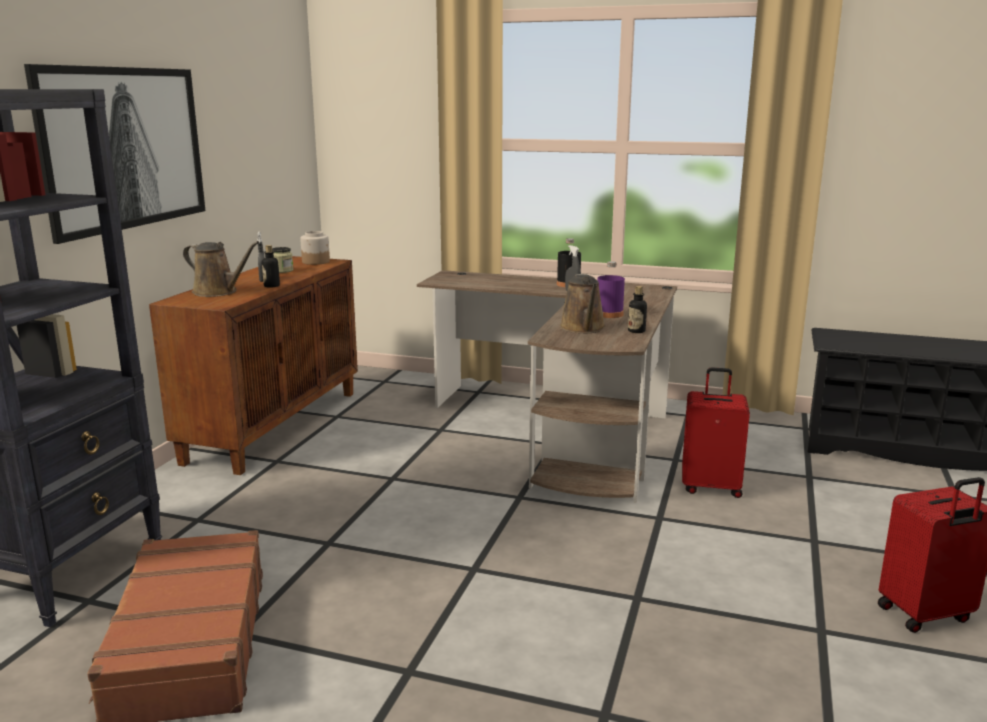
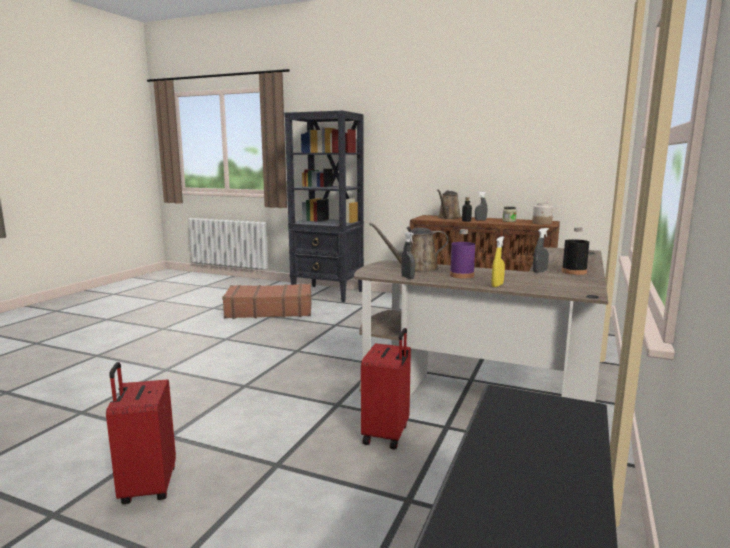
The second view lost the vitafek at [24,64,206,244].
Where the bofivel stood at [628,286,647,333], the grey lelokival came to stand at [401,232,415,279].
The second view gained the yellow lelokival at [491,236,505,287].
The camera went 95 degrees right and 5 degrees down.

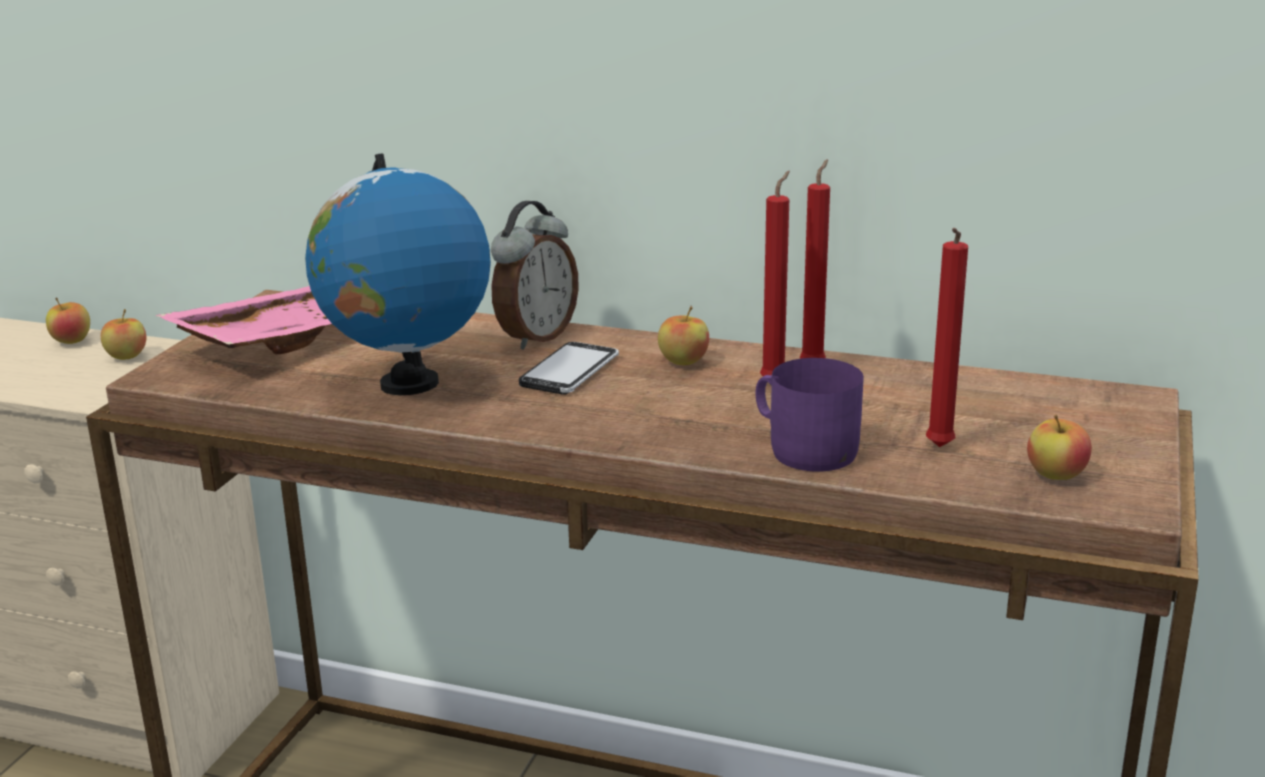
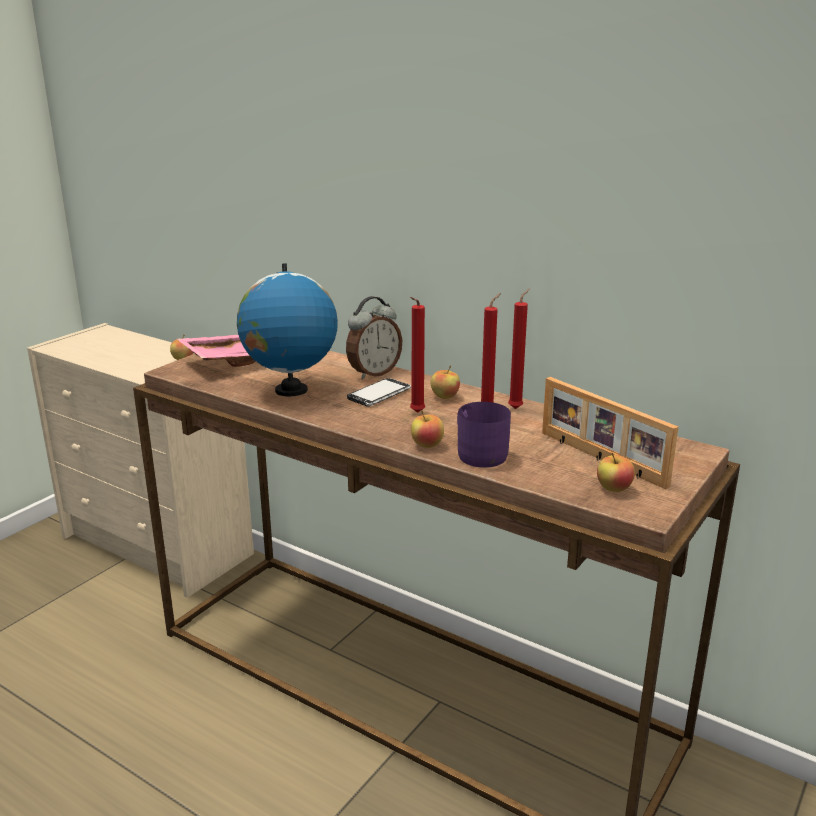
The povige ended up elsewhere, having gone from [46,297,90,344] to [411,411,444,448].
The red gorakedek ended up elsewhere, having gone from [926,228,968,447] to [410,297,425,413].
The second view gained the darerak at [542,377,678,489].
The camera went 15 degrees right and 0 degrees up.

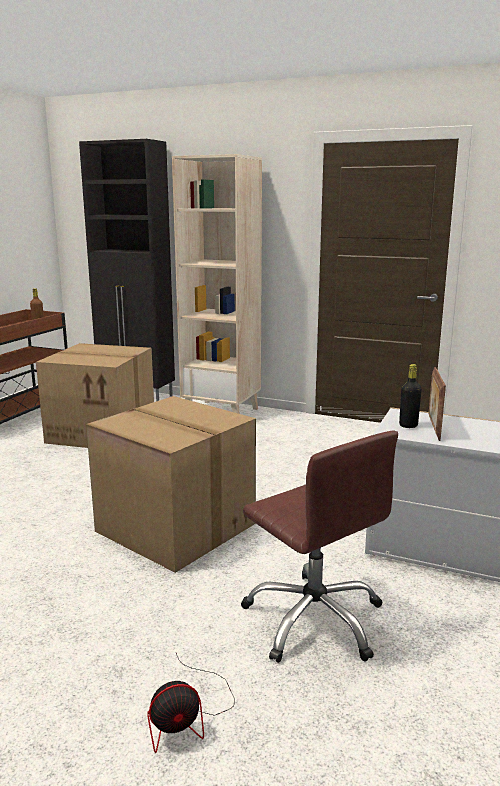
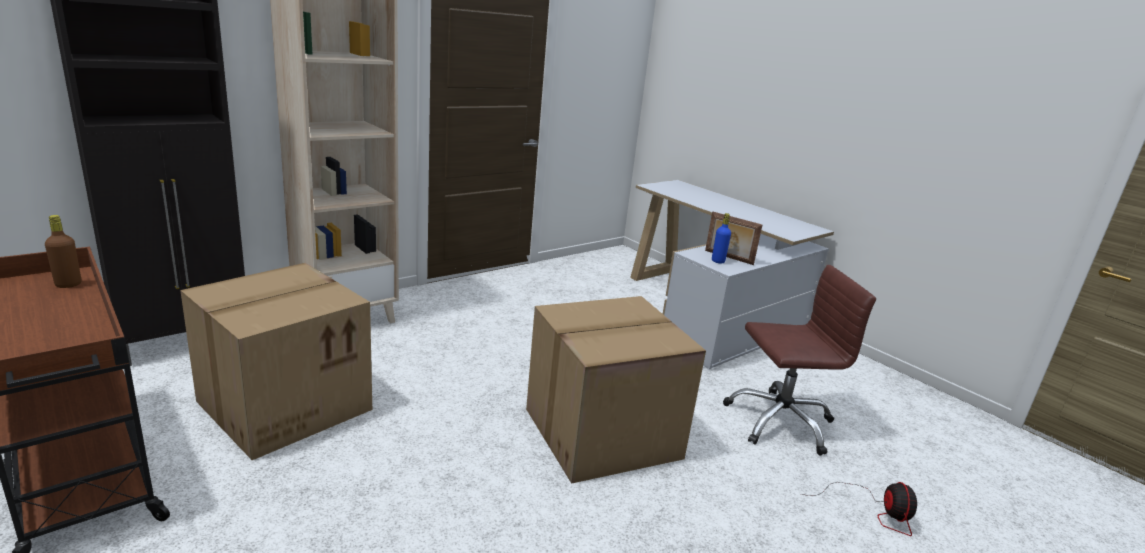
What was the black bofivel at [399,364,422,428] turned into the blue bofivel at [712,213,731,264].
The camera went 65 degrees left and 5 degrees up.

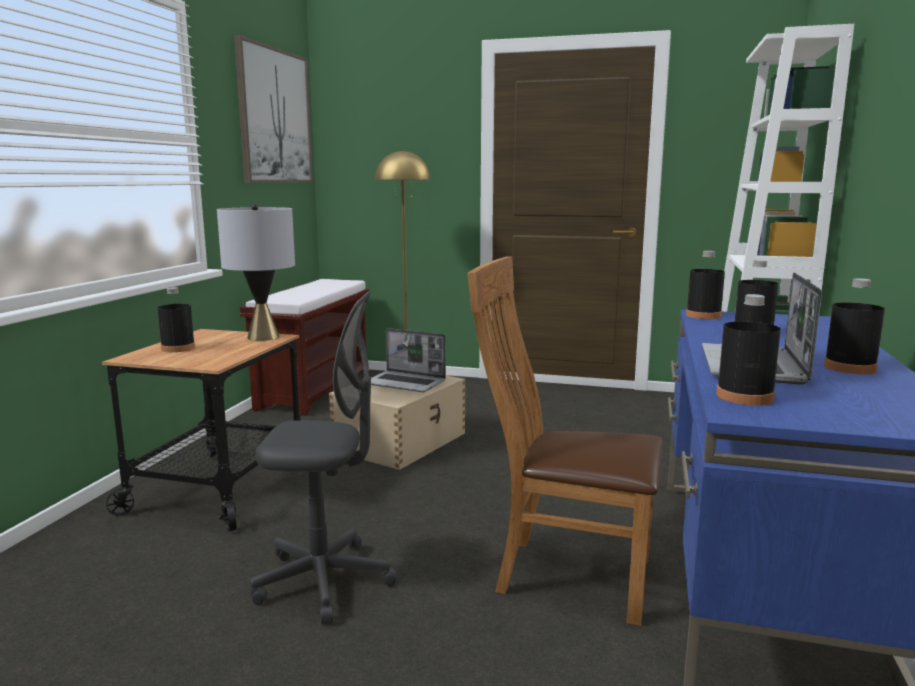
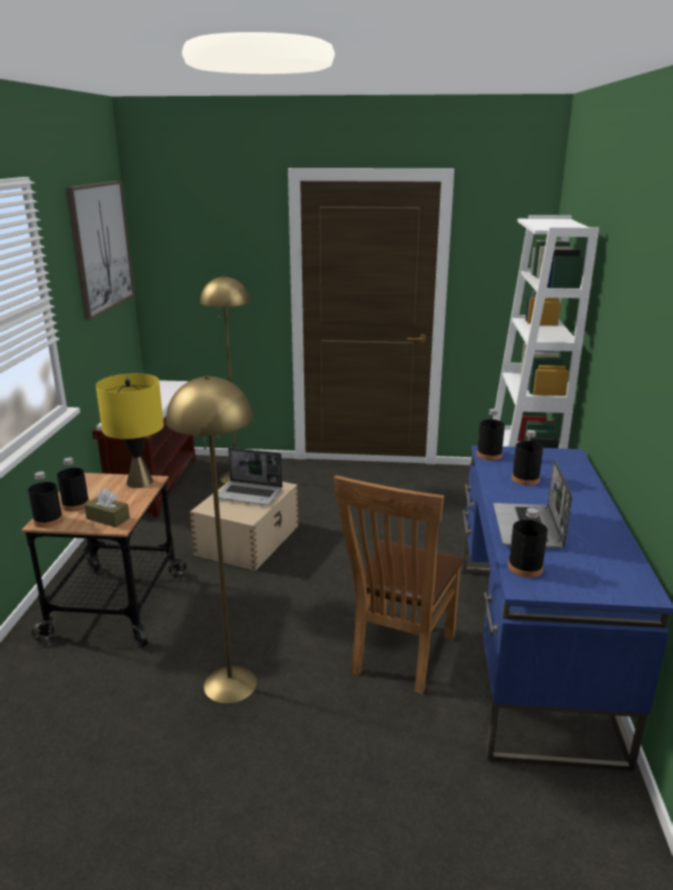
What was the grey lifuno at [217,204,295,341] turned into the yellow lifuno at [96,373,164,488].
Where the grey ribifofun stood at [250,291,397,624], the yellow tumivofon came to stand at [166,376,257,703].
The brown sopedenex at [467,256,663,626] ended up facing another way, 75 degrees counterclockwise from before.
The black bofivel ended up elsewhere, having gone from [824,278,885,374] to [28,471,63,528].
The second view gained the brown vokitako at [84,489,130,527].
The camera went 10 degrees left and 10 degrees up.

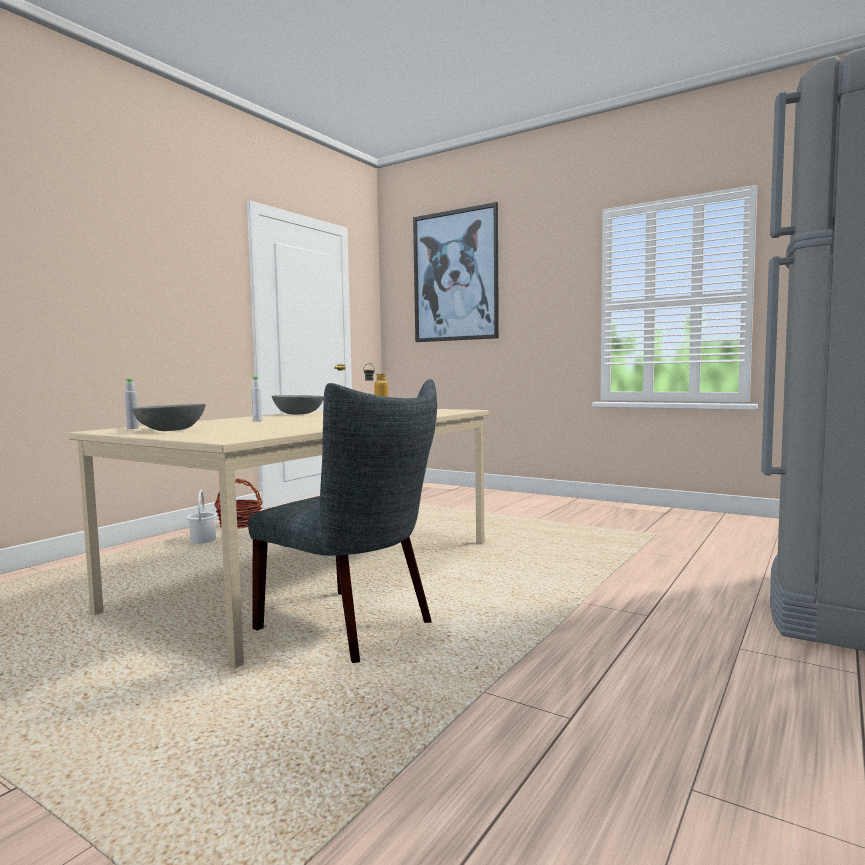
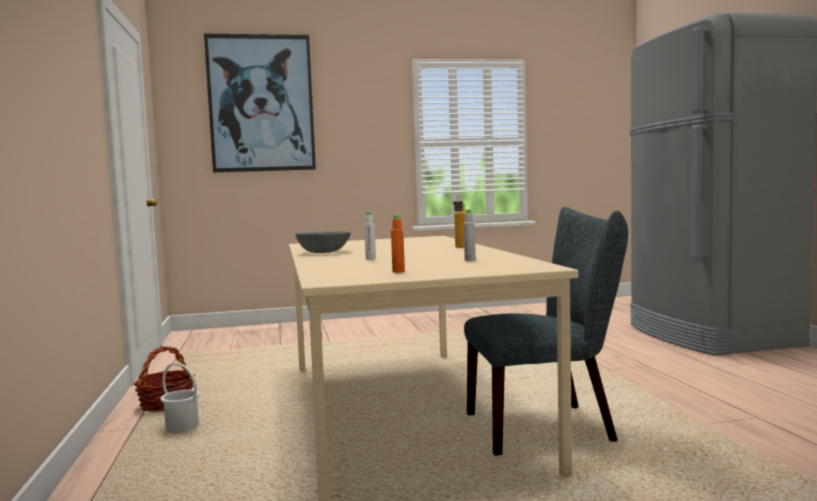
The grey bofivel ended up elsewhere, having gone from [125,379,139,429] to [464,209,476,261].
Where the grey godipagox stood at [132,404,206,431], the orange bofivel came to stand at [391,215,405,273].
The camera went 45 degrees left and 0 degrees up.

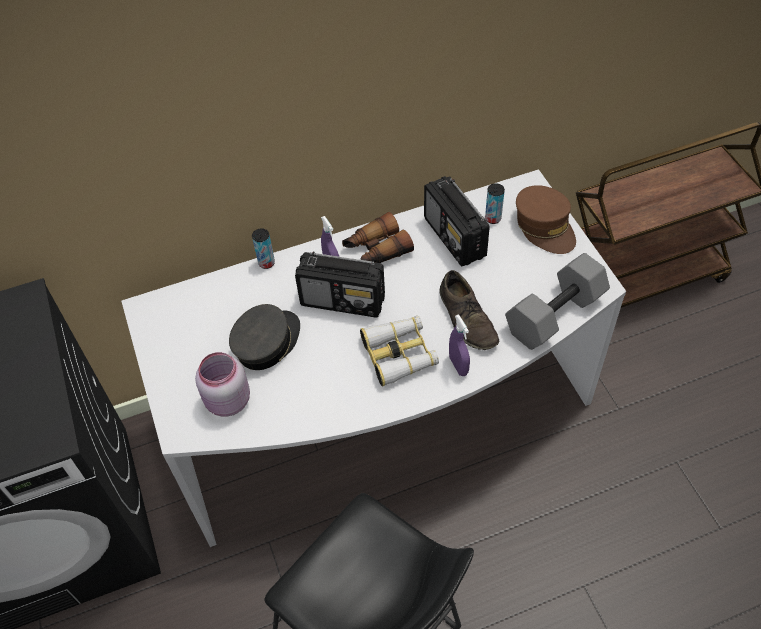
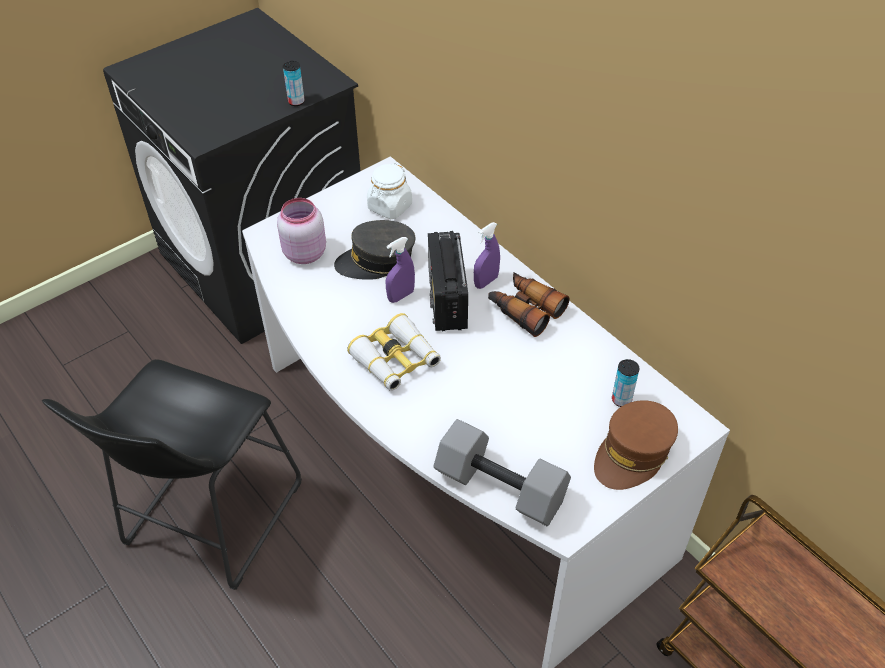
The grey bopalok at [229,304,300,370] ended up facing another way, 150 degrees clockwise from before.
The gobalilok ended up elsewhere, having gone from [252,228,275,269] to [283,61,305,106].
The second view lost the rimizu at [424,176,490,267].
The second view lost the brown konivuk at [439,270,499,350].
The purple lelokival ended up elsewhere, having gone from [449,314,470,376] to [386,237,415,303].
The second view gained the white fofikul at [367,163,412,219].
The camera went 70 degrees right and 5 degrees down.

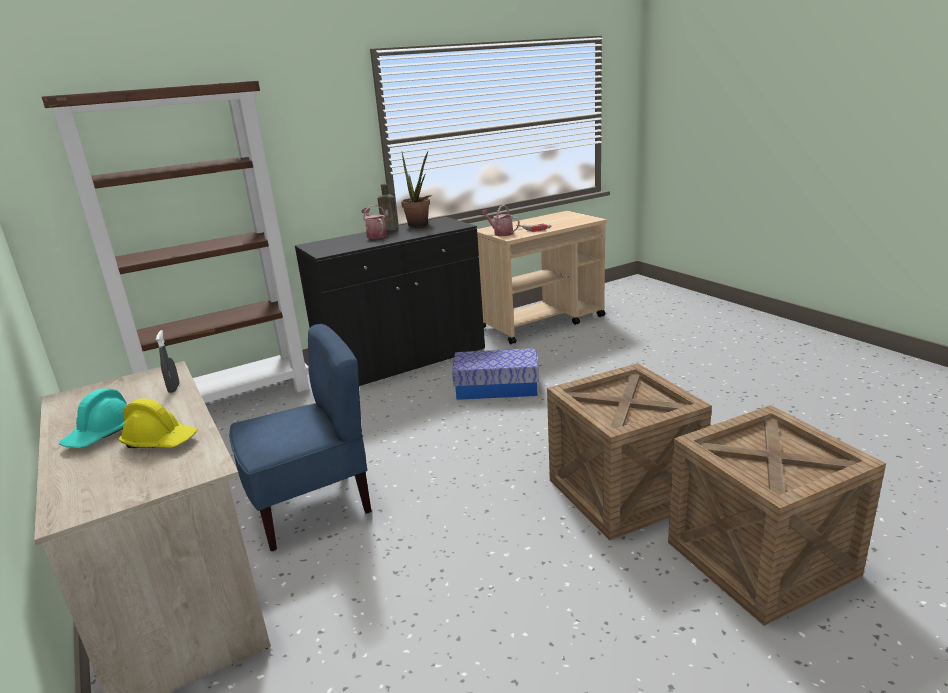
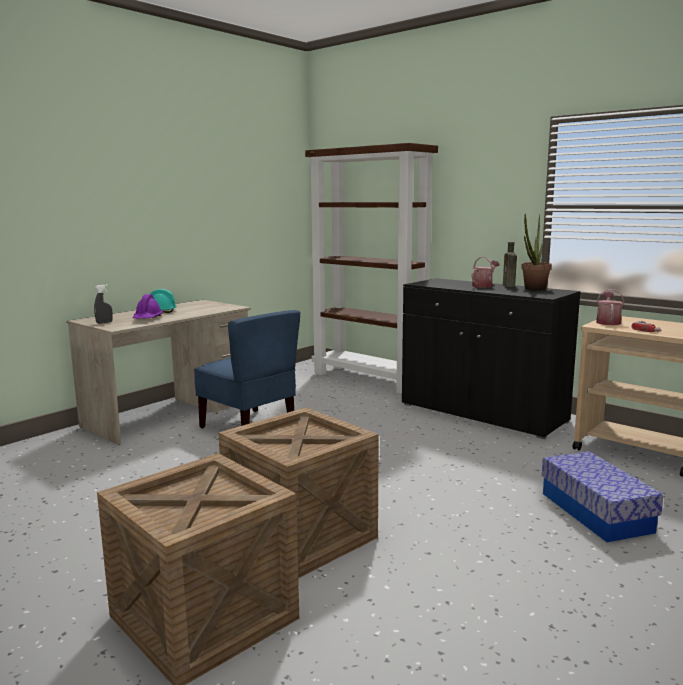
What was the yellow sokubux at [118,398,197,448] turned into the purple sokubux at [132,294,163,319].
The grey lelokival ended up elsewhere, having gone from [156,330,180,393] to [94,284,113,324].
The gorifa ended up elsewhere, having gone from [452,348,539,400] to [542,451,664,542].
The camera went 70 degrees right and 10 degrees down.

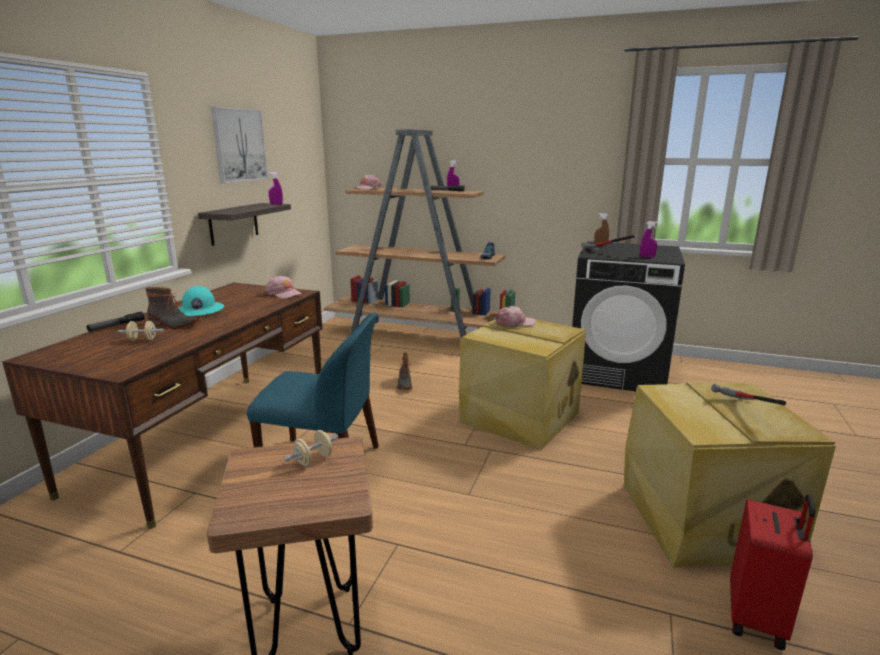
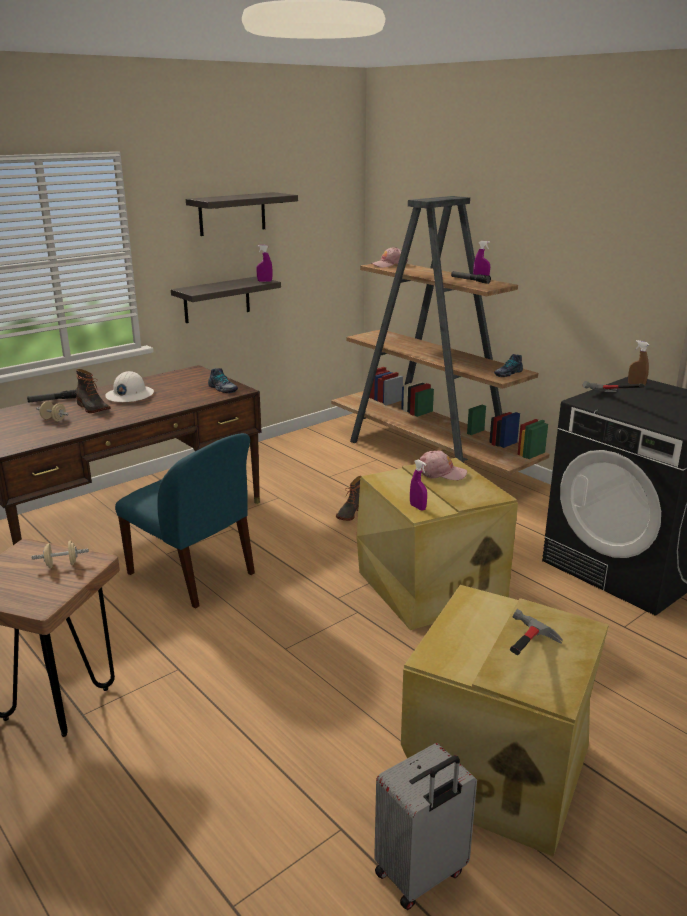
What was the turquoise sokubux at [178,286,224,316] turned into the white sokubux at [105,371,154,402].
Where the vitafek hung at [211,107,268,183], the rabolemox came to hang at [186,192,298,236].
Where the pink bopalok stood at [265,275,302,299], the konivuk came to stand at [208,368,238,393].
The purple lelokival ended up elsewhere, having gone from [640,221,658,257] to [410,460,427,511].
What was the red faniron at [730,494,816,650] turned into the grey faniron at [374,743,477,910].
The camera went 30 degrees right and 5 degrees up.

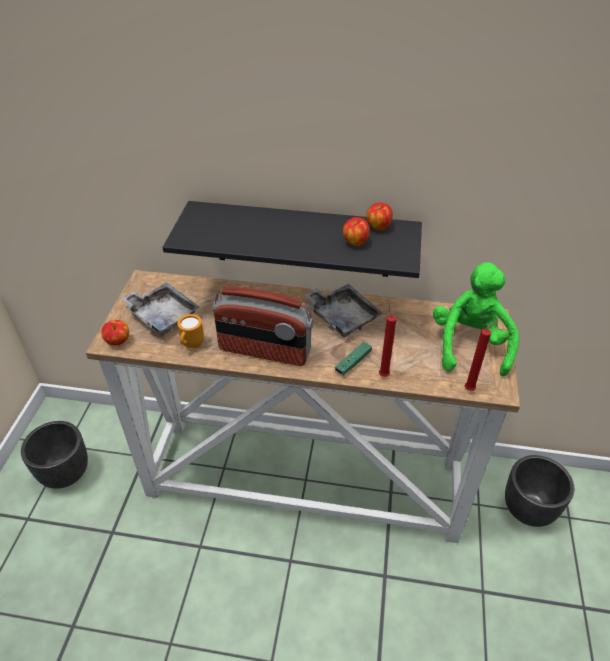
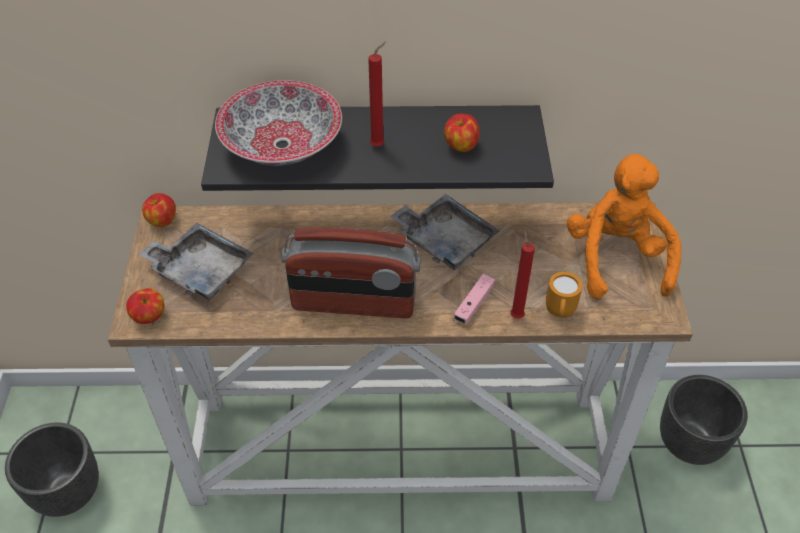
The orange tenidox ended up elsewhere, having gone from [177,314,204,348] to [546,272,582,317].
What was the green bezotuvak at [335,342,372,375] turned into the pink bezotuvak at [453,274,495,324].
The povige ended up elsewhere, having gone from [366,202,393,231] to [142,193,176,227].
What was the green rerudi at [433,262,519,377] turned into the orange rerudi at [567,153,681,299].
The red gorakedek ended up elsewhere, having gone from [465,321,497,391] to [368,42,386,147].
The second view gained the godipagox at [215,80,342,166].
The camera went 10 degrees left and 5 degrees up.

